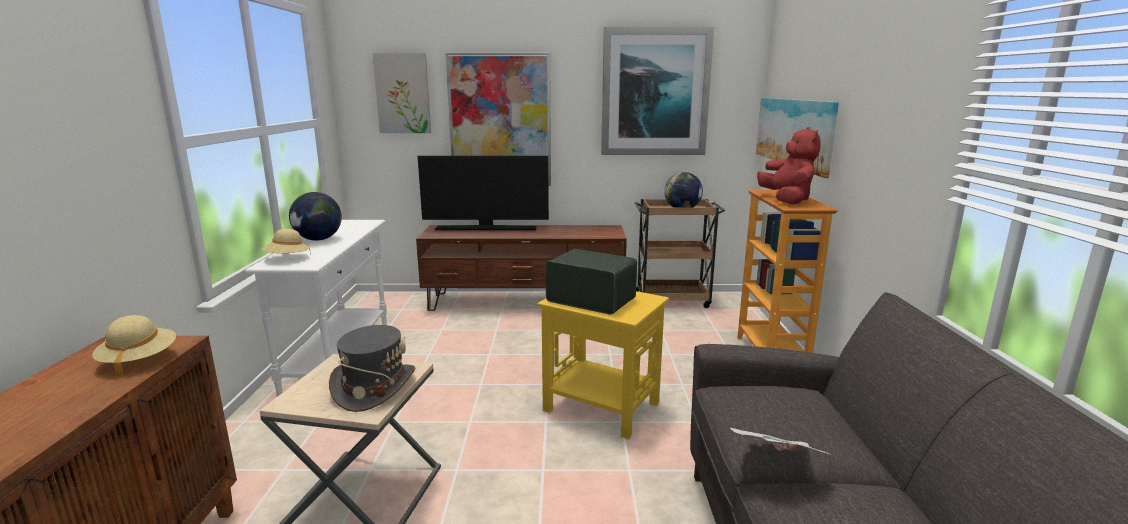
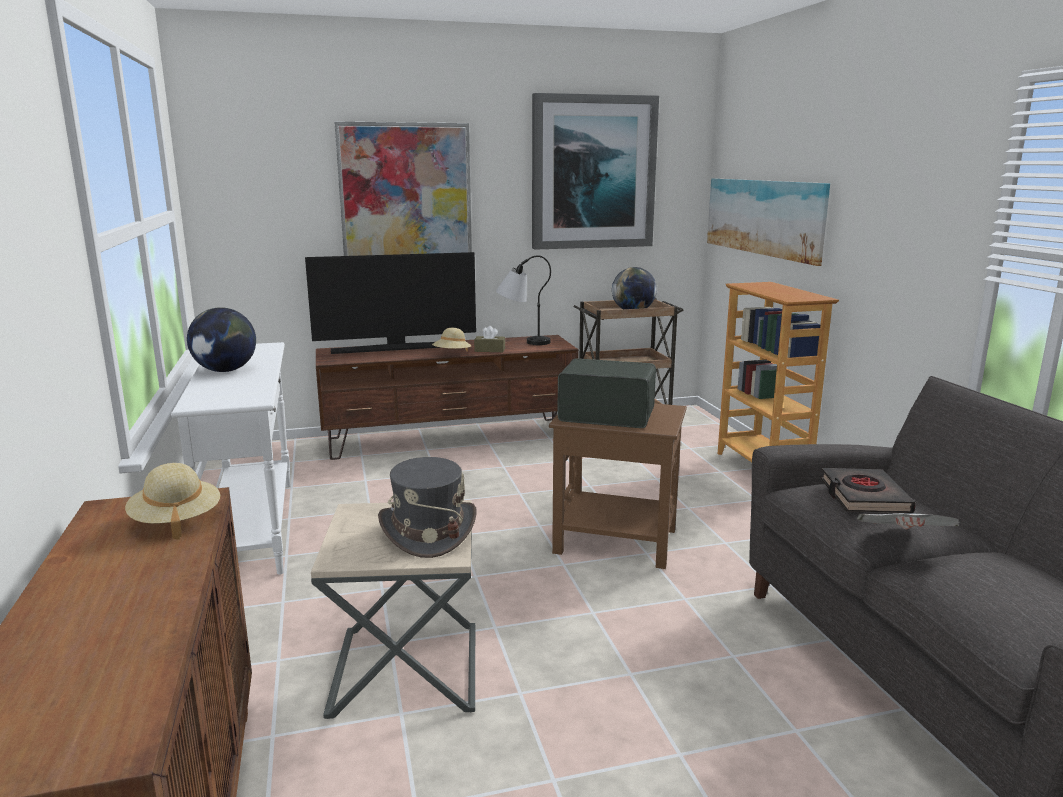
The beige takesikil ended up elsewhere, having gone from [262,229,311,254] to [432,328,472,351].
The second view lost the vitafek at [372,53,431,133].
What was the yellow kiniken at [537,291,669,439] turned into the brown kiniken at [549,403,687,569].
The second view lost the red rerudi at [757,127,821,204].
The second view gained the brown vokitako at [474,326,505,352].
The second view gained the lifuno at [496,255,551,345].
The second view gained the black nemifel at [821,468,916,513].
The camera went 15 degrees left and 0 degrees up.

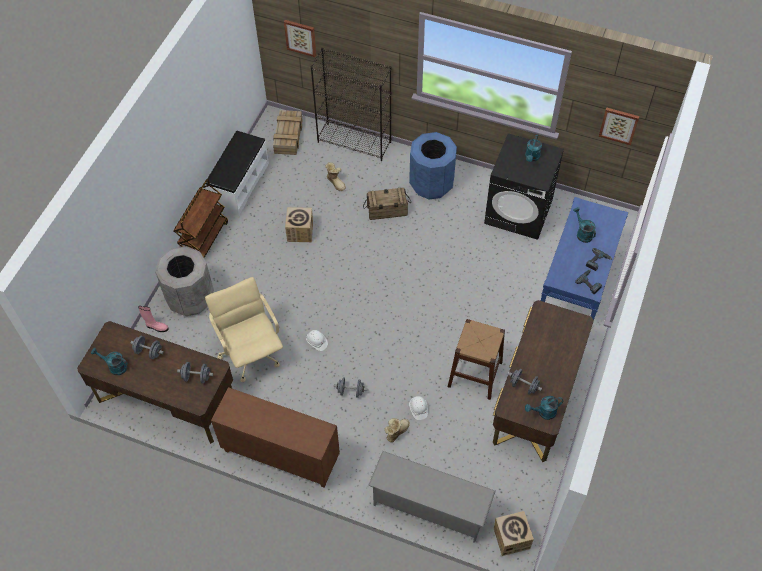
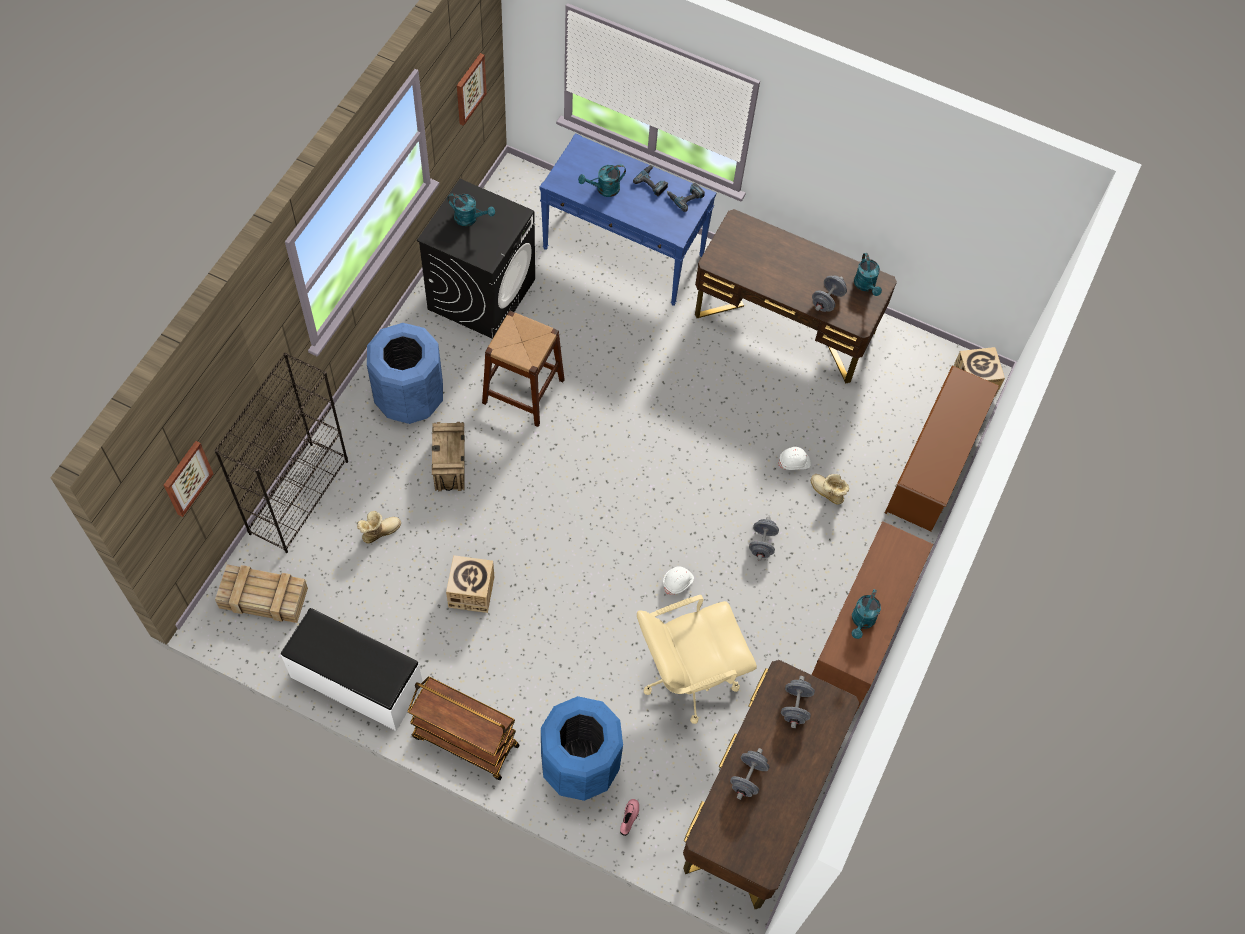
The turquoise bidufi ended up elsewhere, having gone from [91,348,128,375] to [852,589,881,639].
What was the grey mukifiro at [155,246,214,316] turned into the blue mukifiro at [541,696,623,801].
What was the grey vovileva at [368,451,496,543] turned into the brown vovileva at [885,365,999,531].
The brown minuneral ended up elsewhere, having gone from [448,319,505,400] to [482,311,565,427].
The camera went 90 degrees left and 5 degrees up.

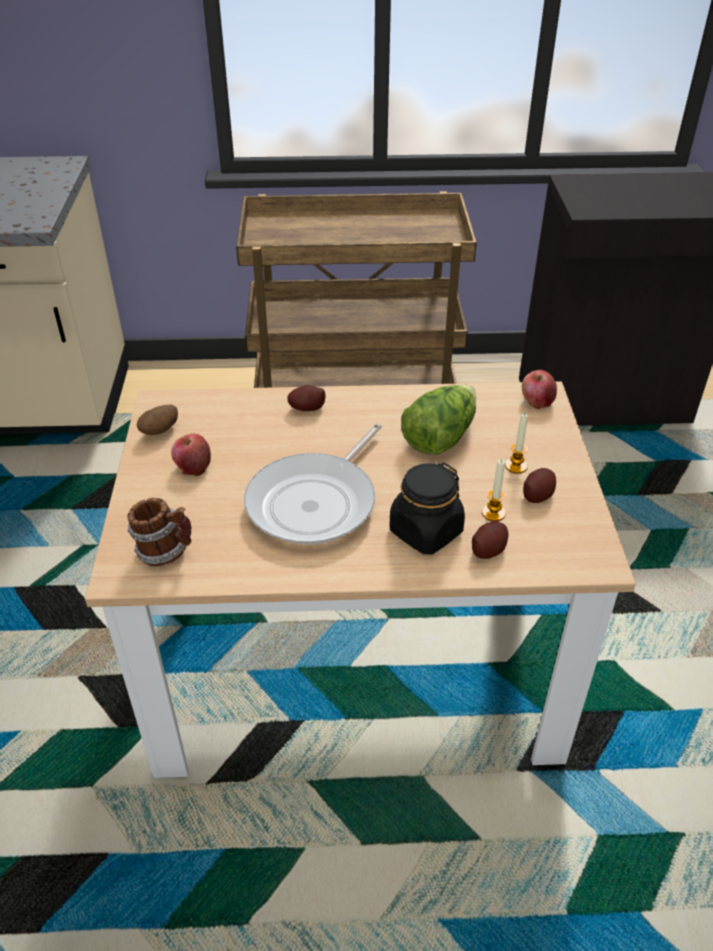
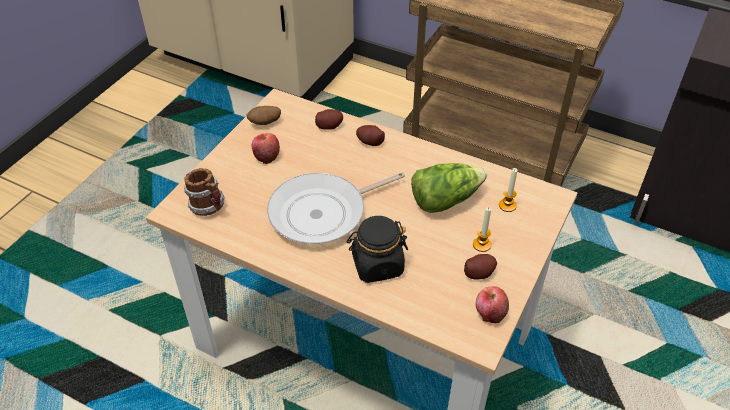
The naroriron ended up elsewhere, having gone from [472,521,509,559] to [315,109,343,130].
The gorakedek ended up elsewhere, having gone from [482,459,506,521] to [499,168,517,212].
The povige ended up elsewhere, having gone from [522,370,557,409] to [476,286,509,323].
The camera went 30 degrees right and 5 degrees up.

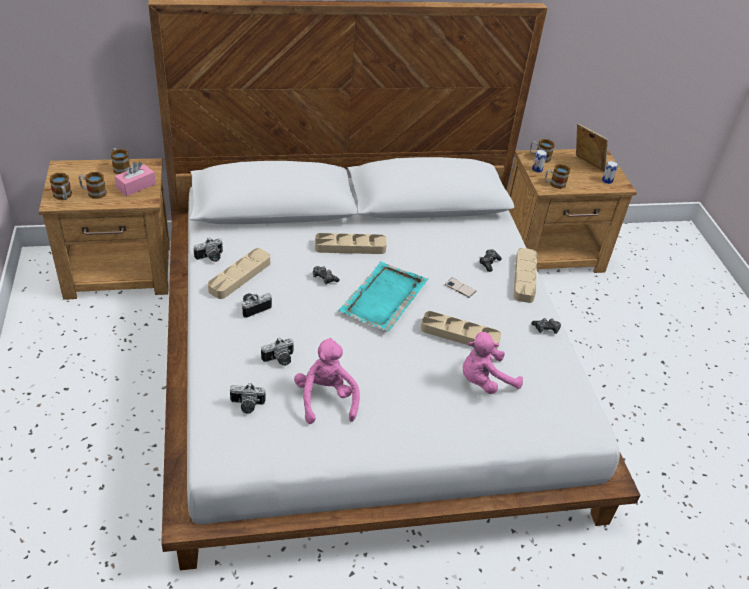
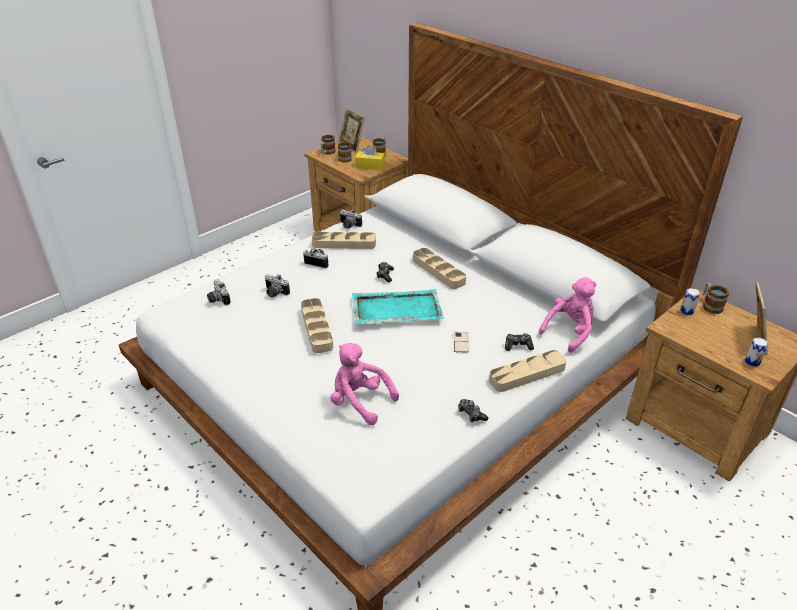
What was the pink vokitako at [115,162,156,196] turned into the yellow vokitako at [355,145,385,170].
The pink rerudi ended up elsewhere, having gone from [294,338,360,424] to [538,277,597,353].
The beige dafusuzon ended up elsewhere, having gone from [421,311,501,349] to [301,298,333,353].
The second view lost the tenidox at [545,164,570,189].
The second view gained the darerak at [338,107,365,153].
The camera went 60 degrees right and 5 degrees down.

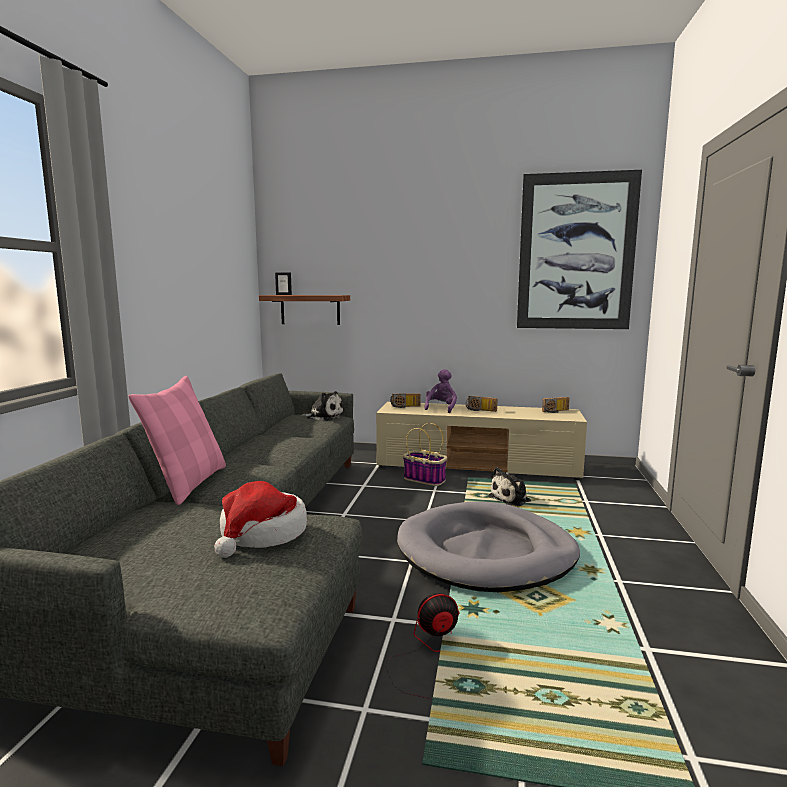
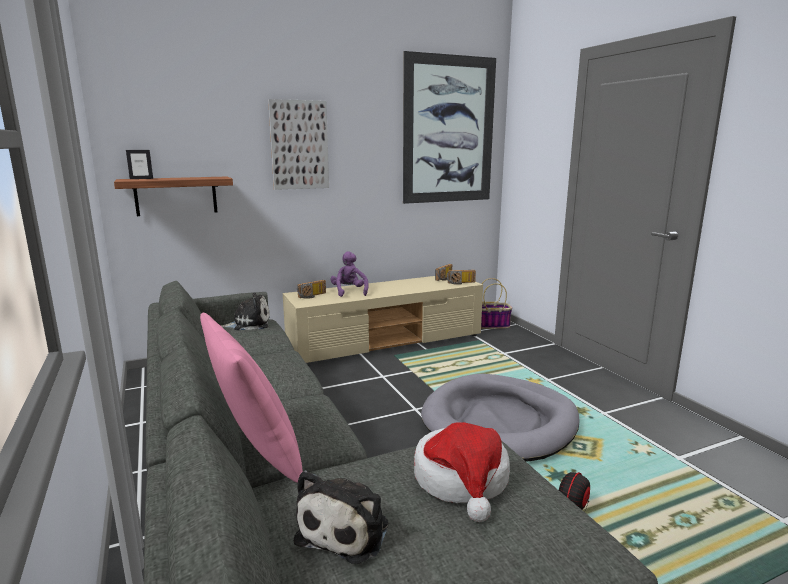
The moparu ended up elsewhere, having gone from [403,423,447,486] to [481,278,512,329].
The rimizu ended up elsewhere, having gone from [466,396,497,412] to [447,270,476,285].
The rerudi ended up elsewhere, having gone from [488,467,531,506] to [294,470,389,564].
The second view gained the vitafek at [268,99,329,190].
The camera went 35 degrees left and 5 degrees up.

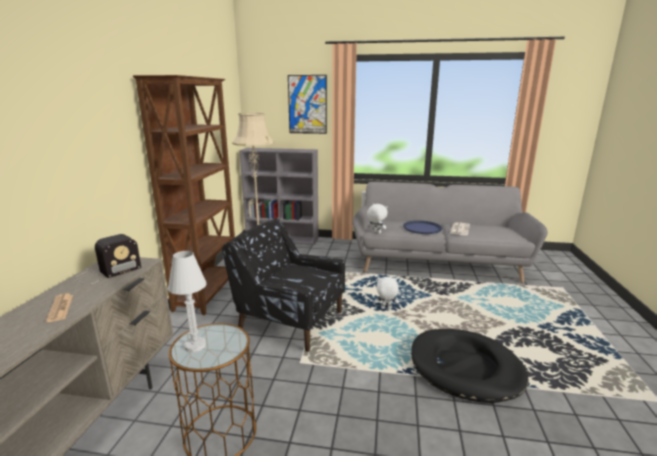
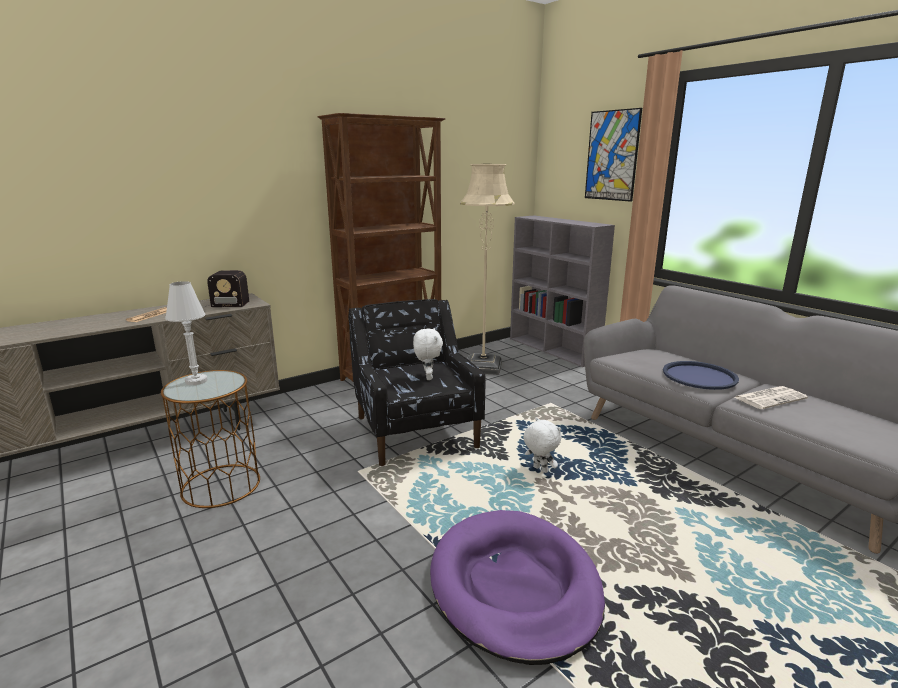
The white rerudi ended up elsewhere, having gone from [367,204,388,234] to [413,328,443,380].
What was the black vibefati at [411,329,528,403] turned into the purple vibefati at [430,510,605,665].
The camera went 45 degrees right and 0 degrees up.

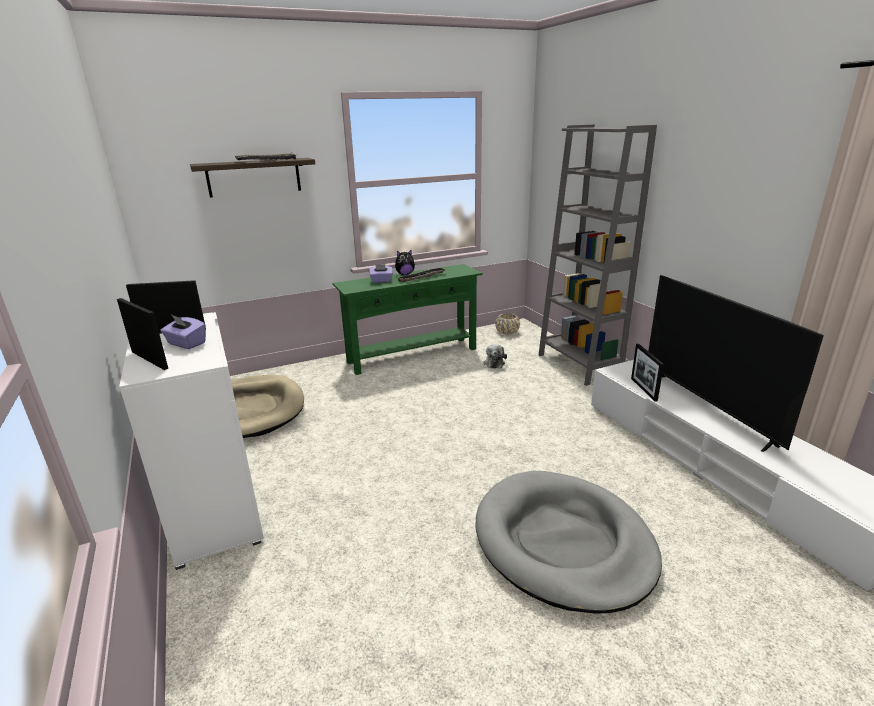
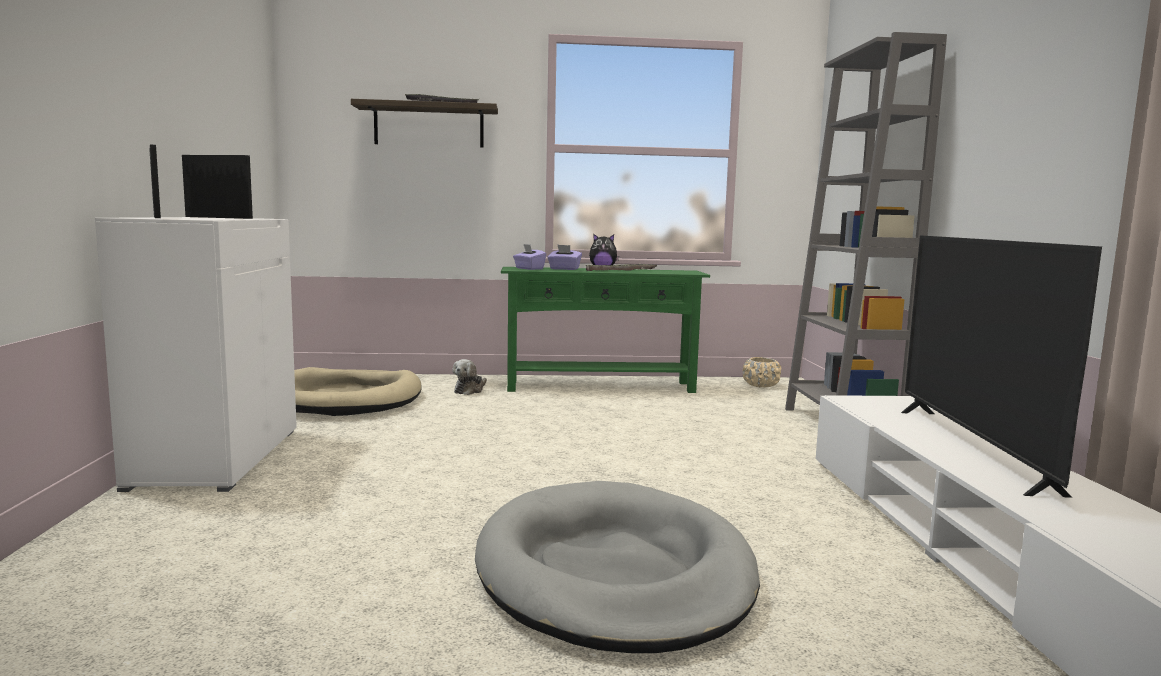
The purple vokitako ended up elsewhere, having gone from [161,315,206,349] to [513,244,546,270].
The rerudi ended up elsewhere, having gone from [484,344,507,368] to [452,359,487,395].
The second view lost the darerak at [631,344,664,402].
The camera went 20 degrees right and 15 degrees down.

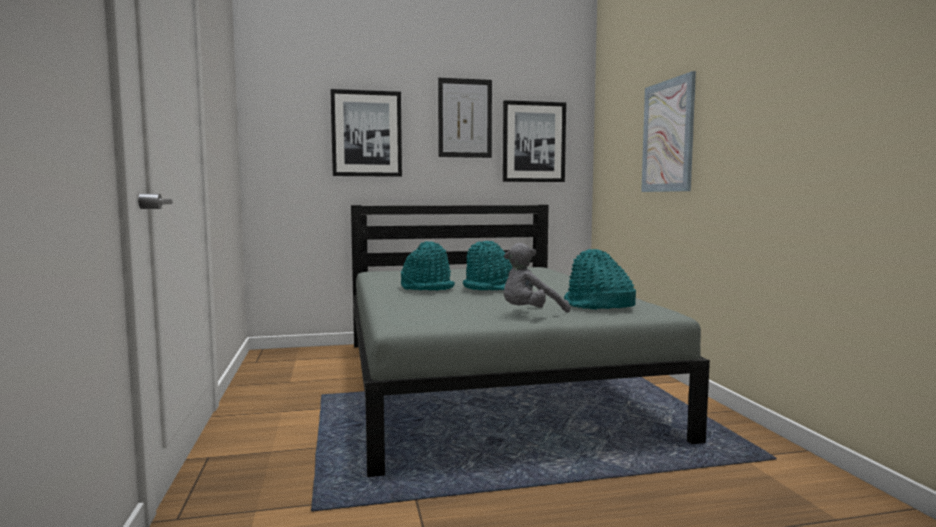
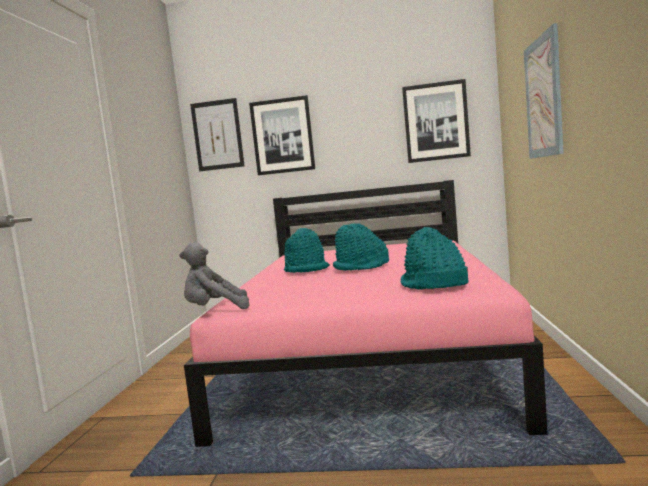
What was the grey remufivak at [351,205,710,477] turned into the pink remufivak at [184,180,548,447].
The vitafek ended up elsewhere, having gone from [438,78,492,158] to [190,98,244,171].
The grey rerudi ended up elsewhere, having gone from [504,243,570,313] to [179,243,249,309].
The camera went 20 degrees right and 0 degrees up.

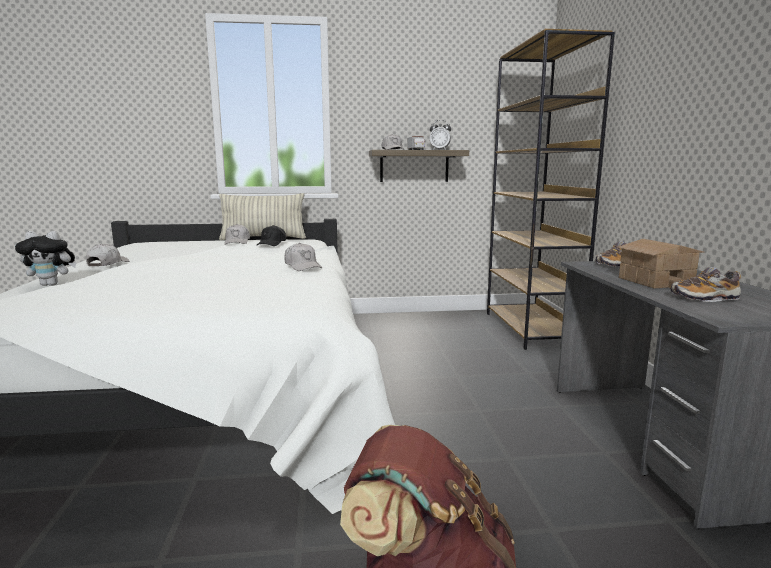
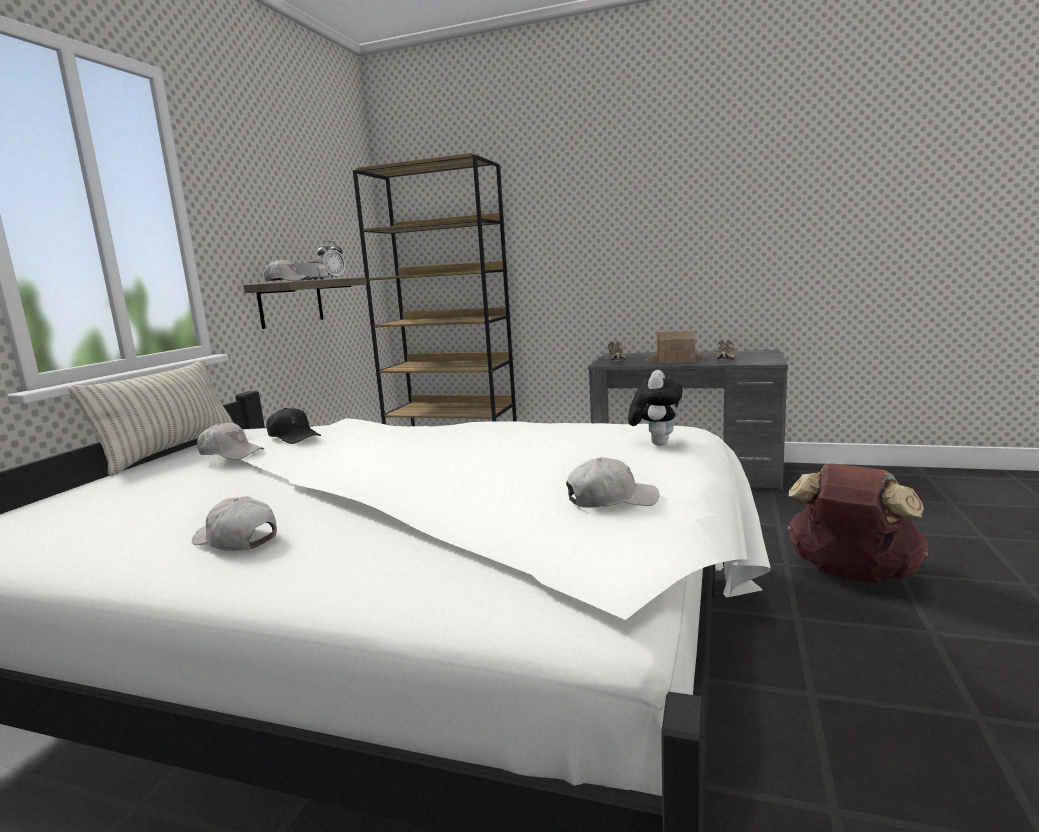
The rerudi ended up elsewhere, having gone from [15,231,76,286] to [628,370,683,446].
The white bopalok ended up elsewhere, having gone from [284,243,322,271] to [566,457,659,508].
The camera went 65 degrees left and 0 degrees up.

